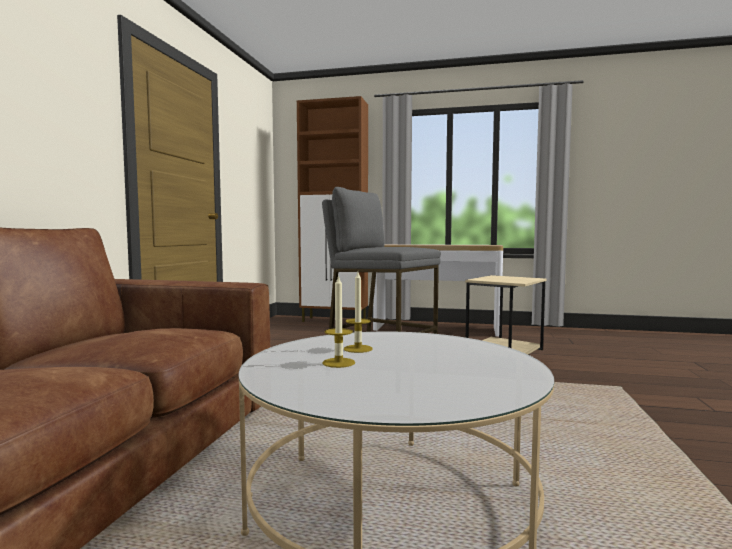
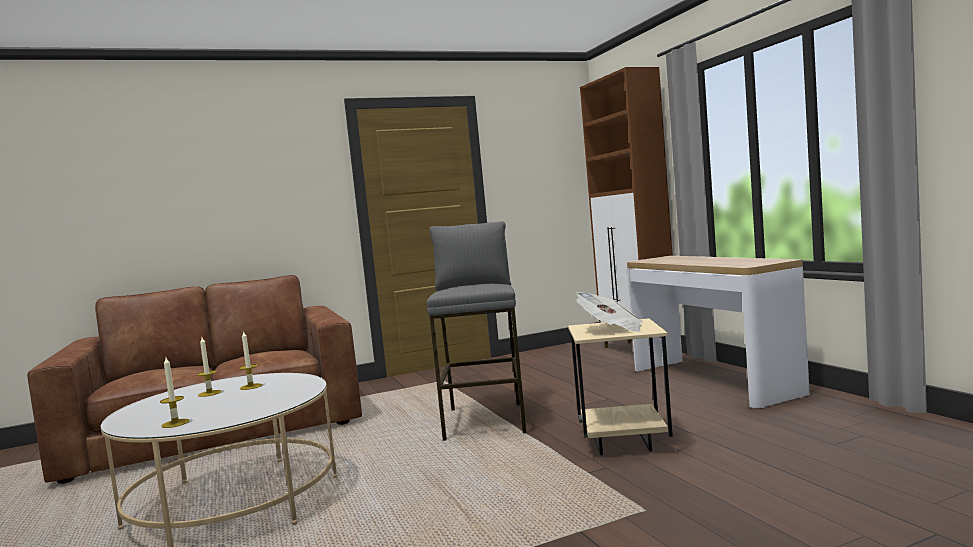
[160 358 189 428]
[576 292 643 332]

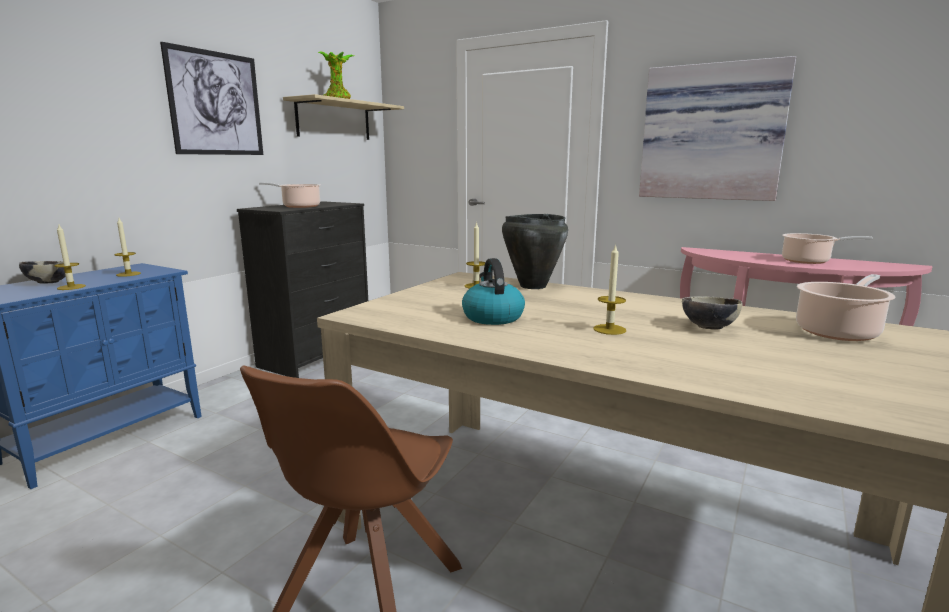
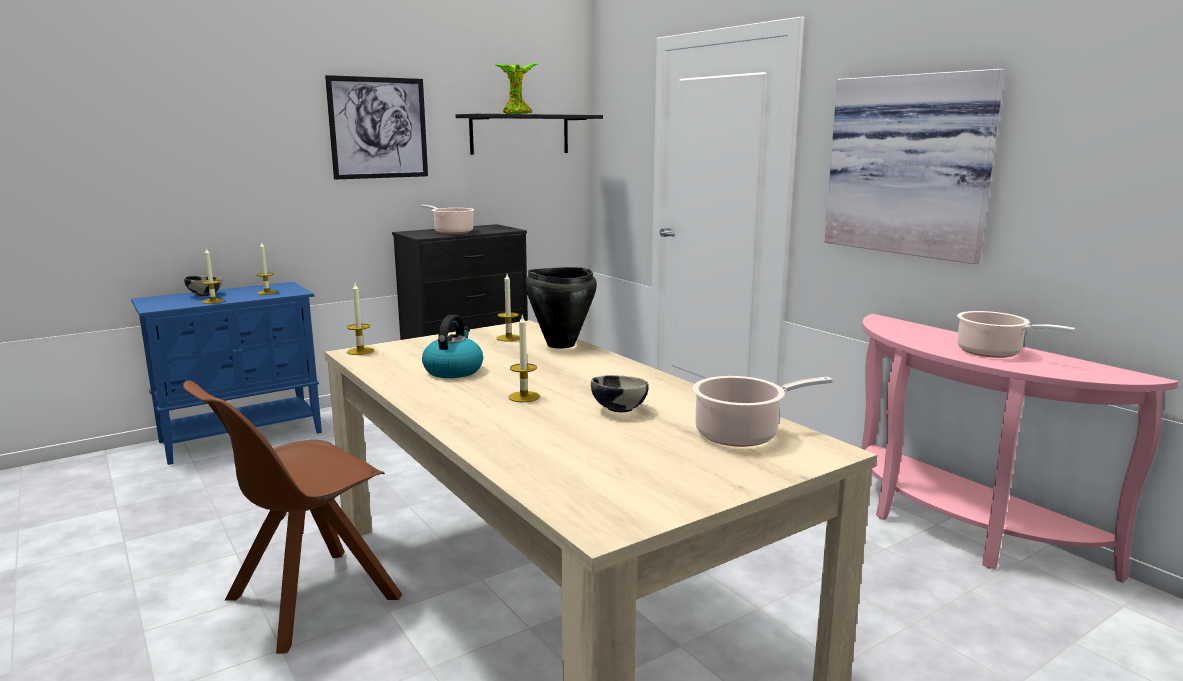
[455 114 603 155]
[347 283 374 355]

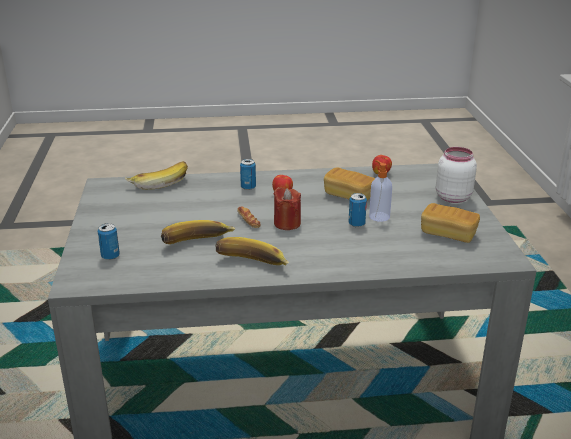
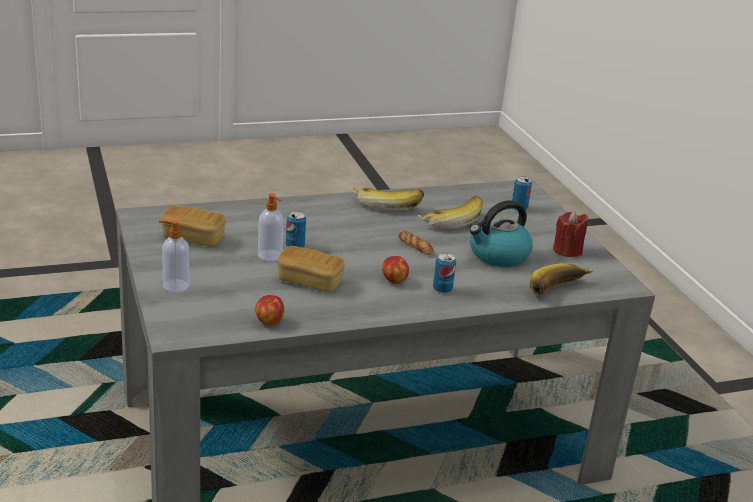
[553 211 588 257]
[159 220 189 292]
[469 200 533 267]

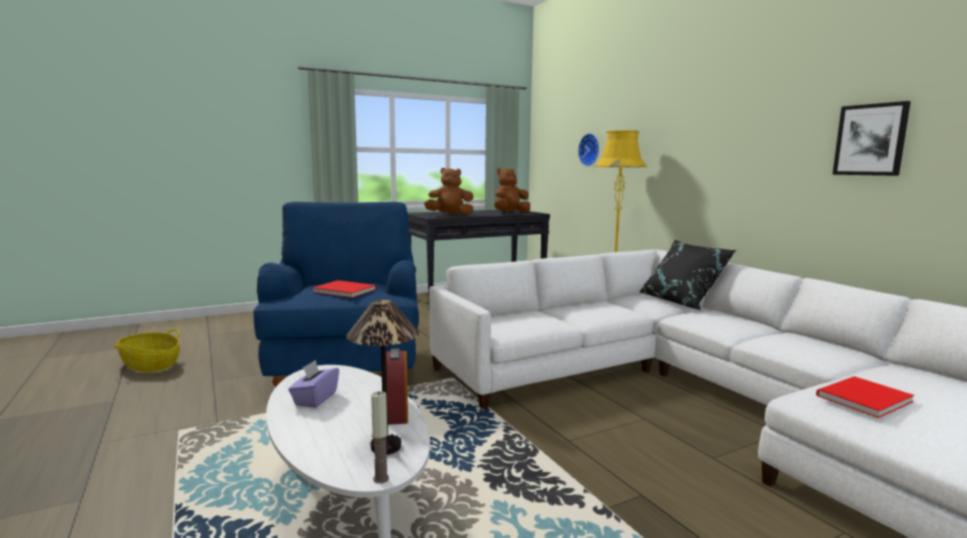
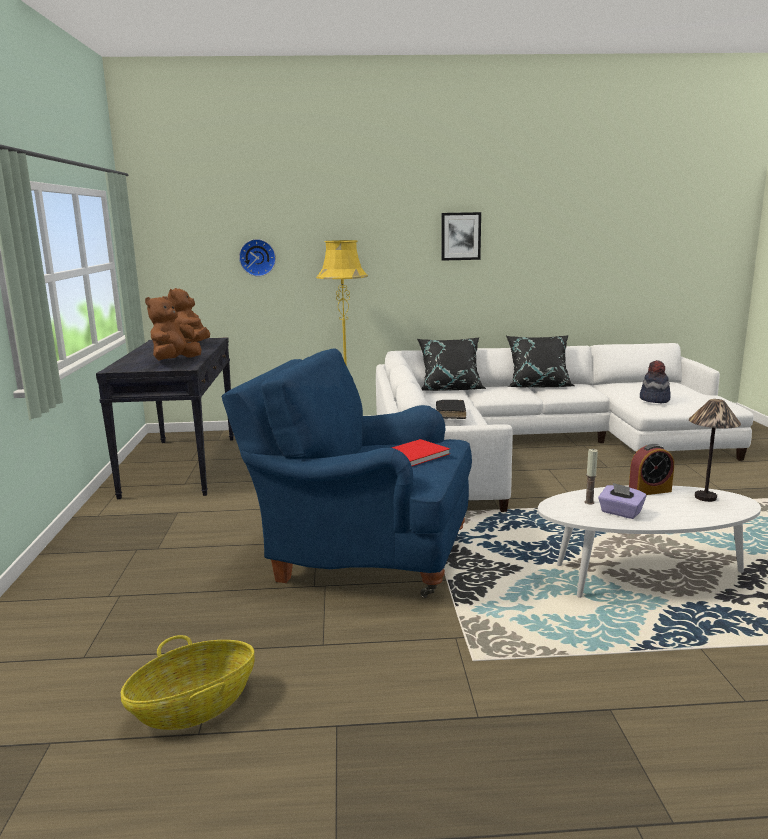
[585 449 598 504]
[629 444 674 495]
[640 360 670 403]
[441 212 481 261]
[436 400 466 419]
[506 335 574 387]

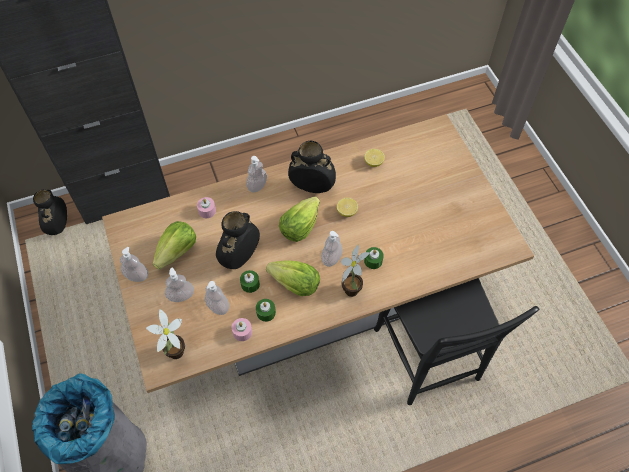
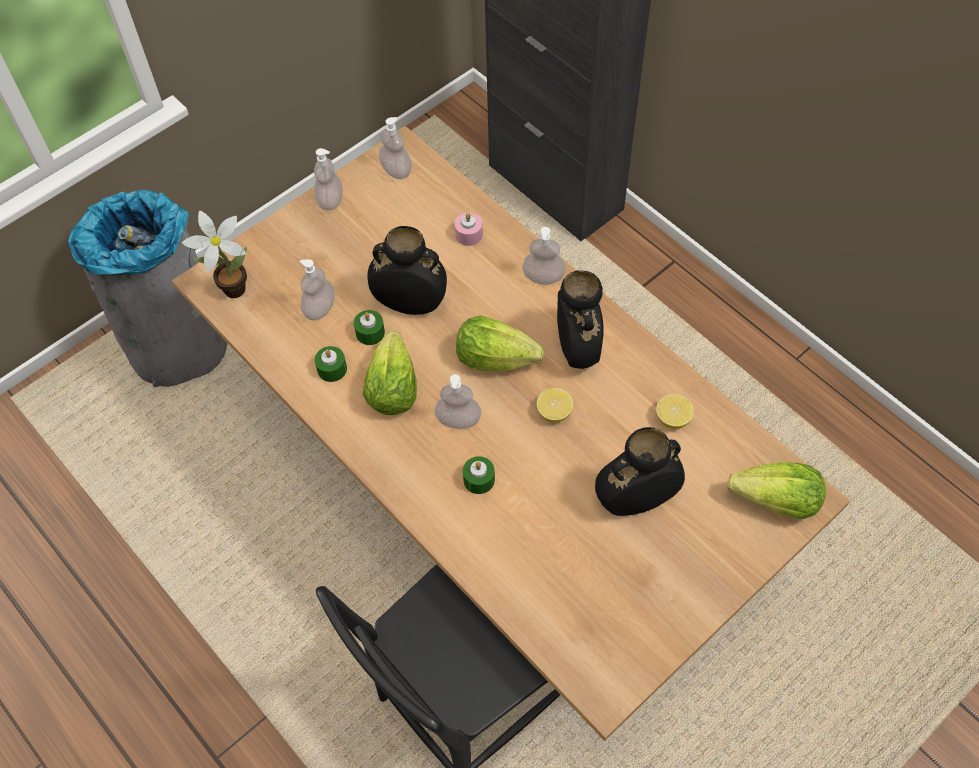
[595 427 685 516]
[727 462 826 519]
[379 117 412 179]
[232 318 252 341] (first image)
[341 245 370 297] (first image)

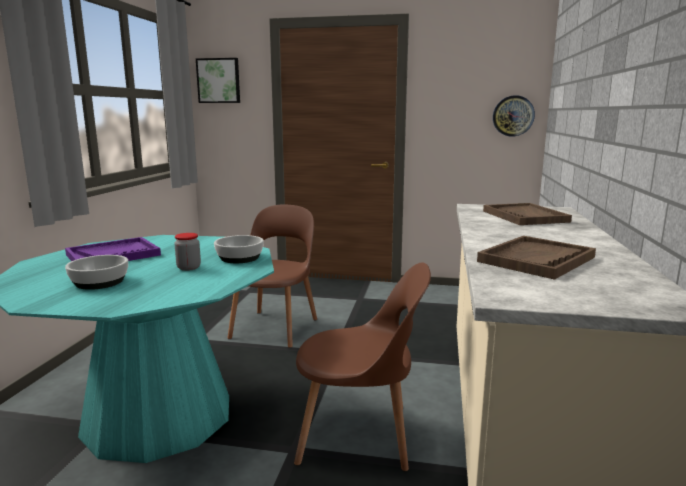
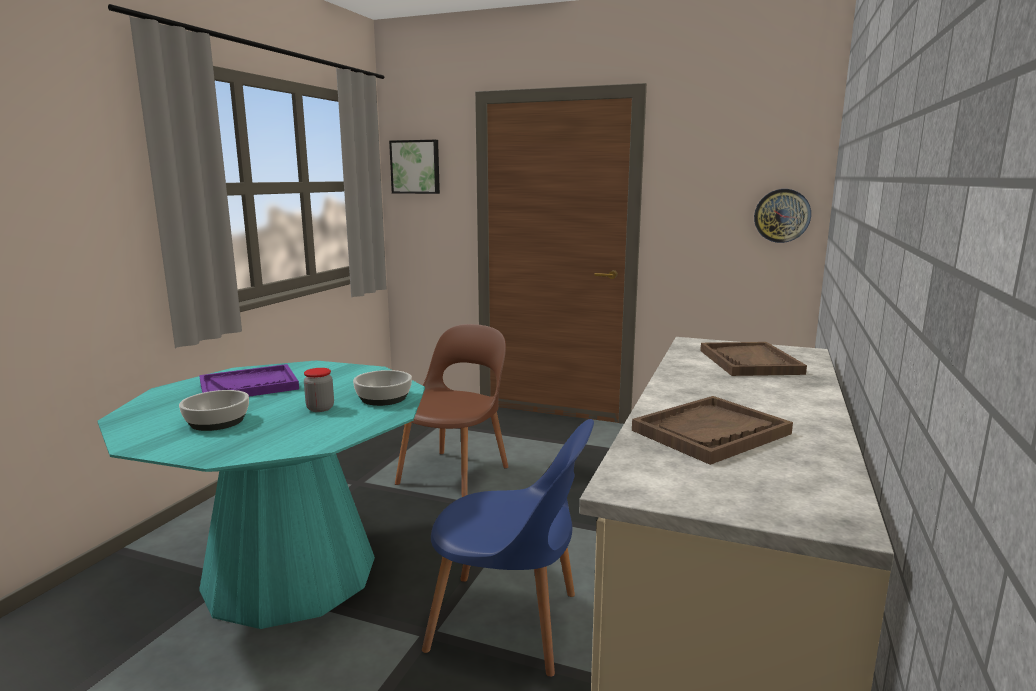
[422 419 594 677]

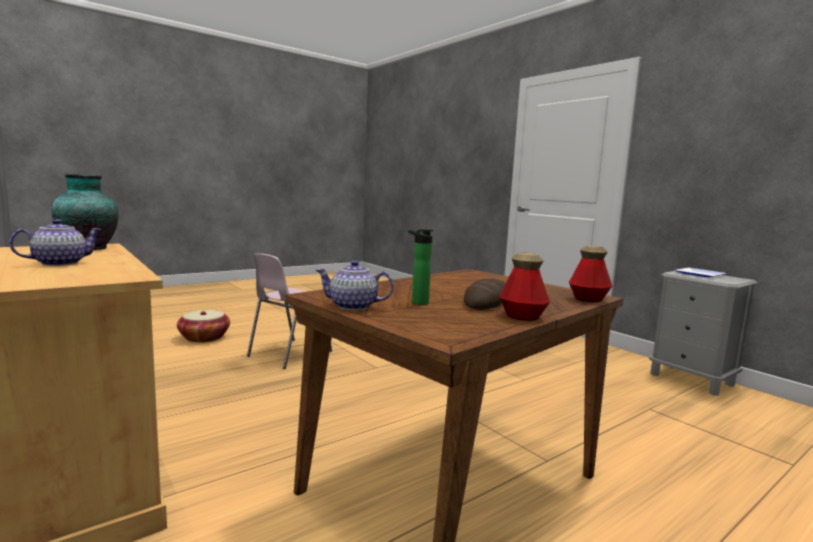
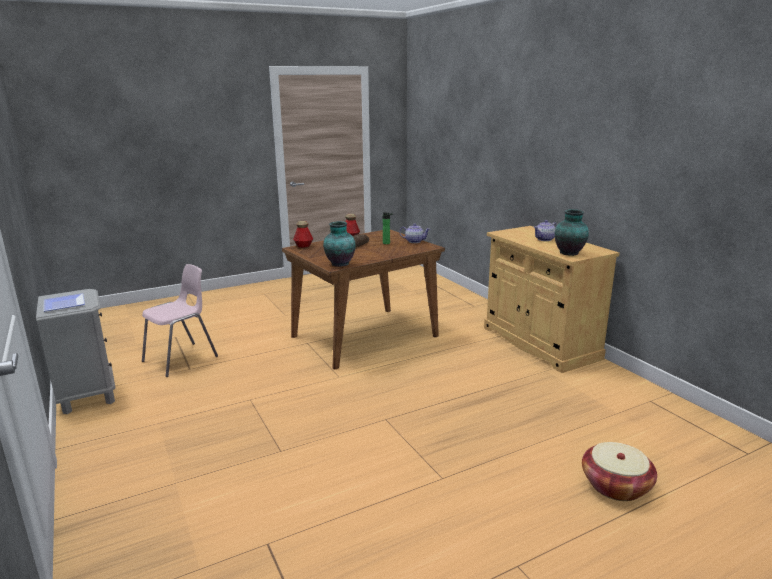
[142 264 218 377]
[323 221 356 267]

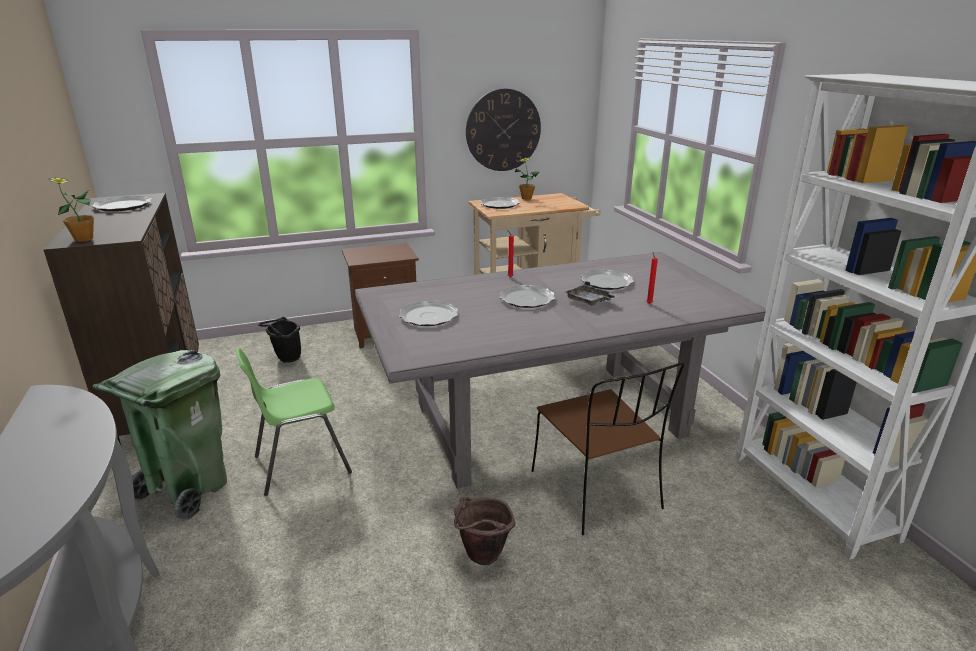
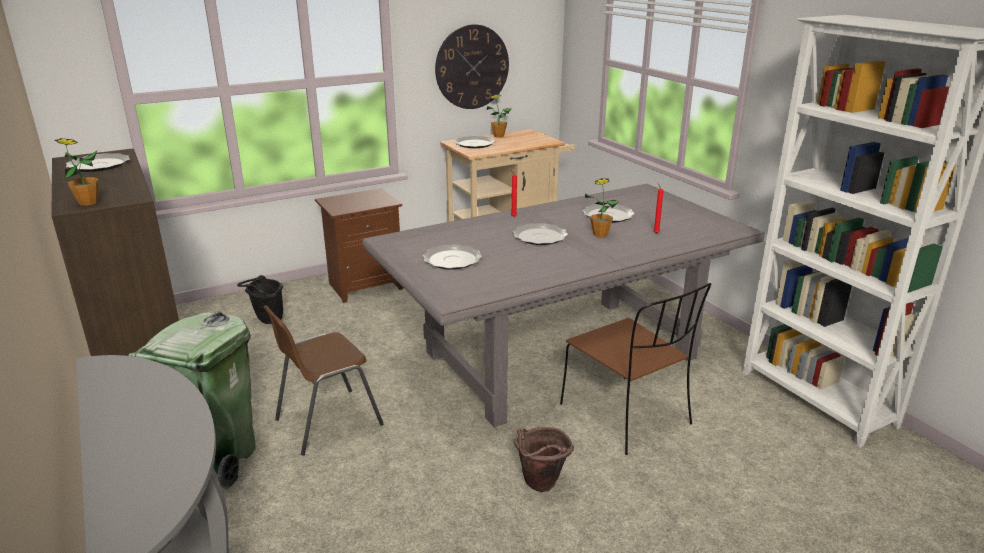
[263 305 384 455]
[585 178 619 237]

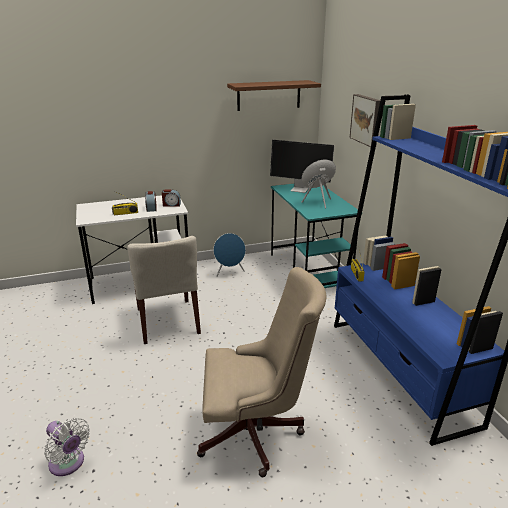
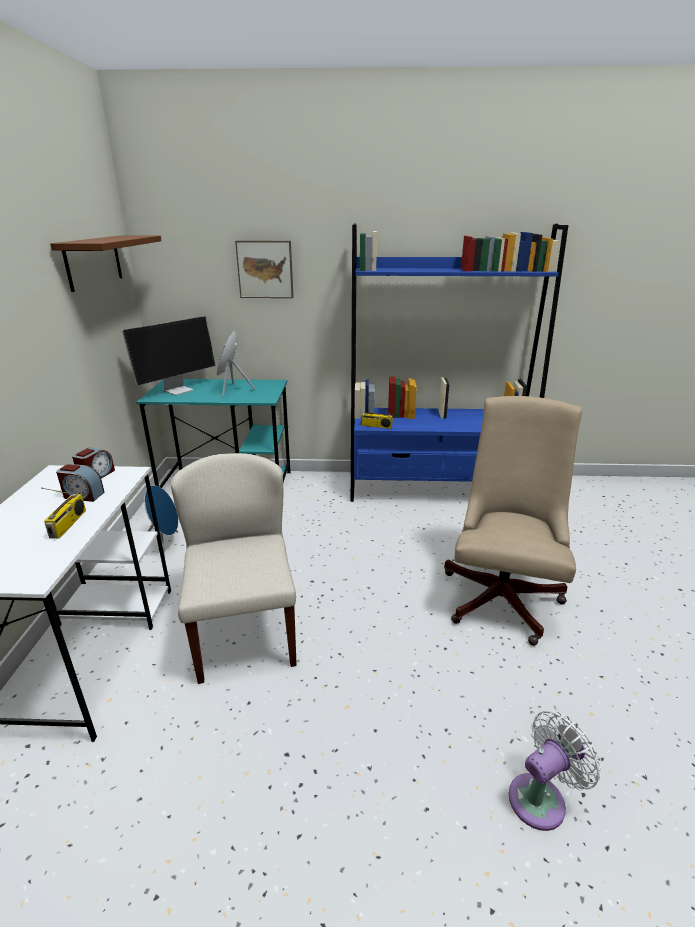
[170 453 297 684]

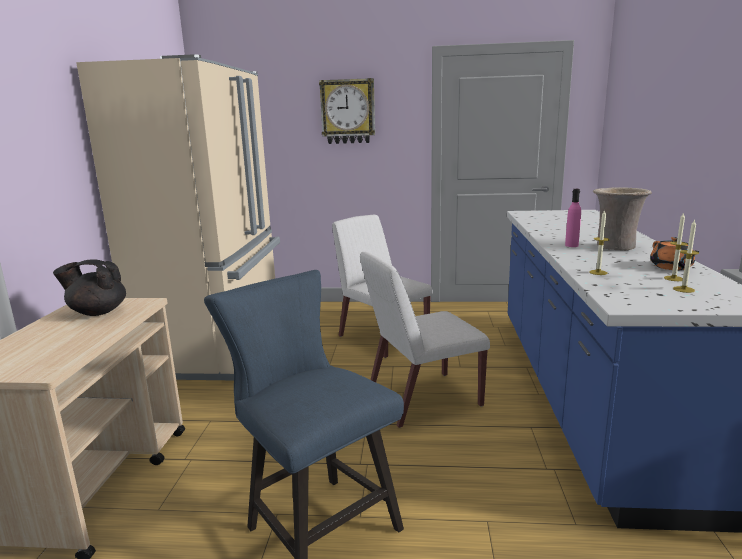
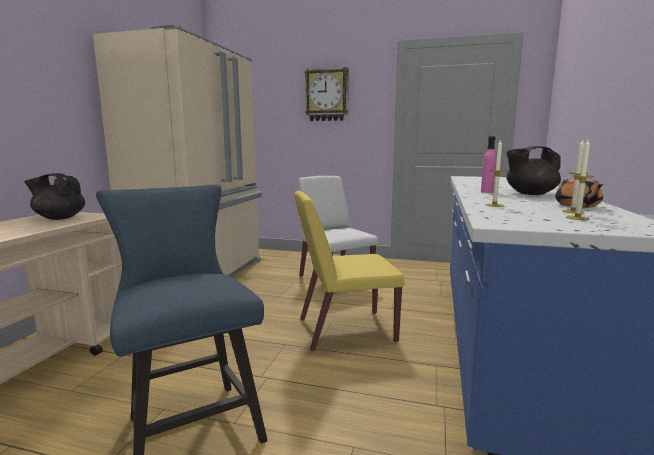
[294 191 405 351]
[507 146 561 195]

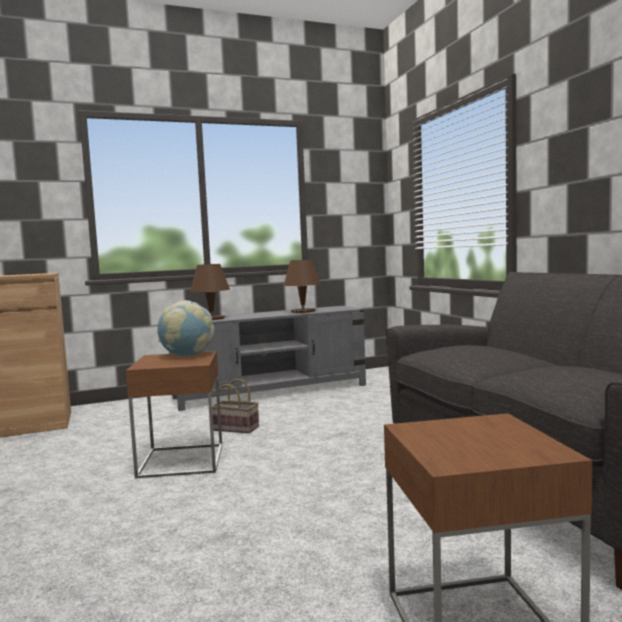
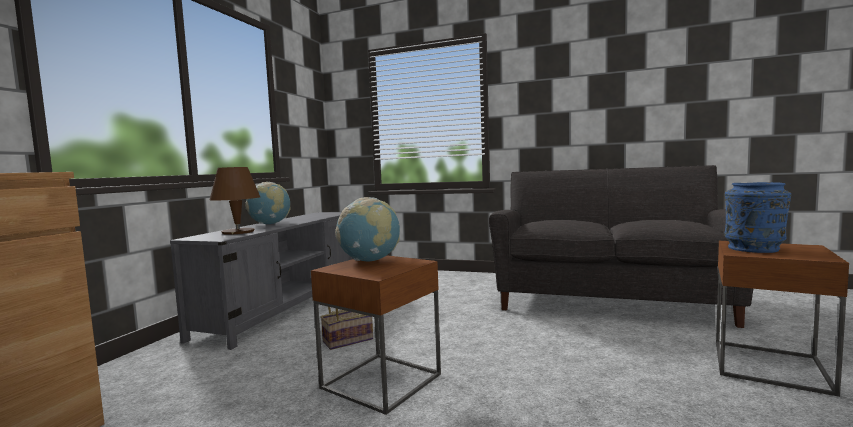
[284 260 320 313] (first image)
[245 182 290 224]
[724 182 791 253]

